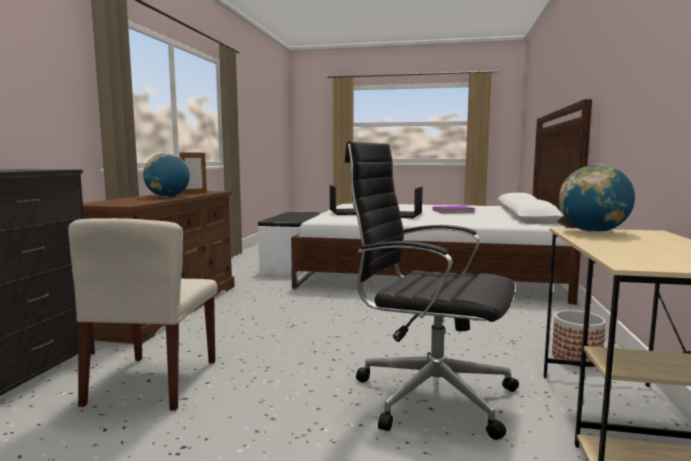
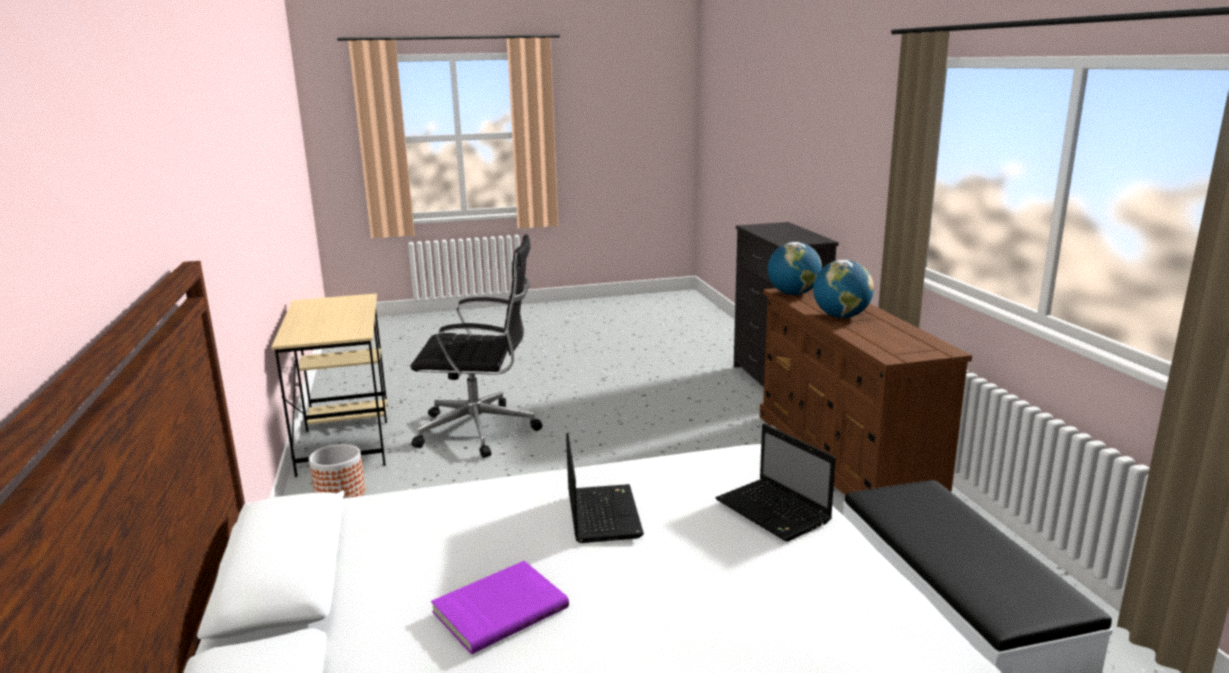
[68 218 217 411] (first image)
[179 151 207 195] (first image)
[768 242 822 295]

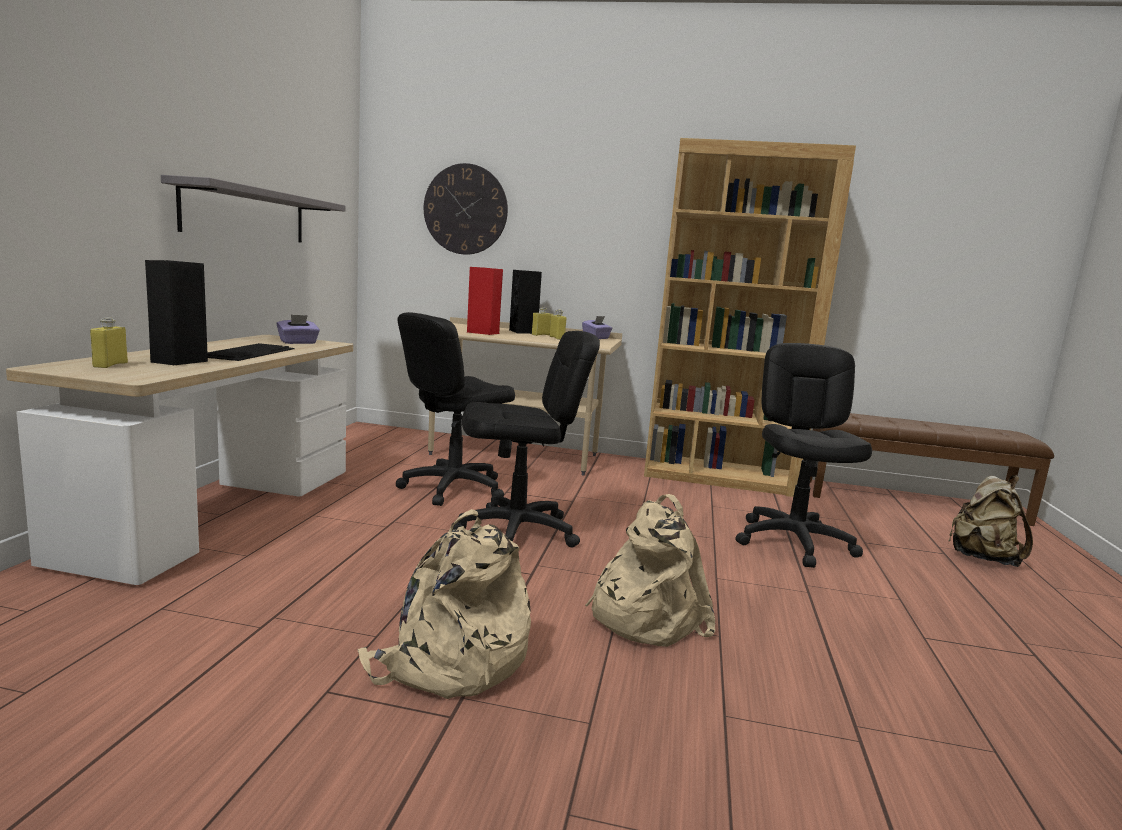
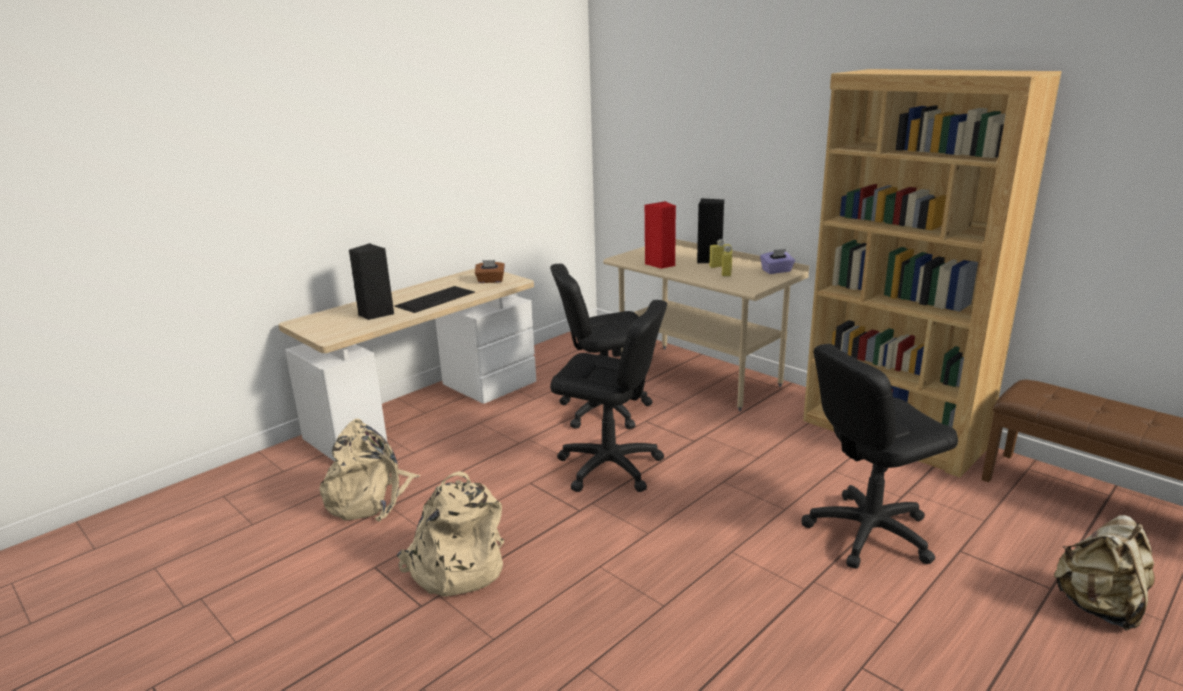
[90 317 128 368] (first image)
[161 175 346 243] (first image)
[475 260 505 283]
[424 163 508 255] (first image)
[319 418 420 522]
[802 344 958 569]

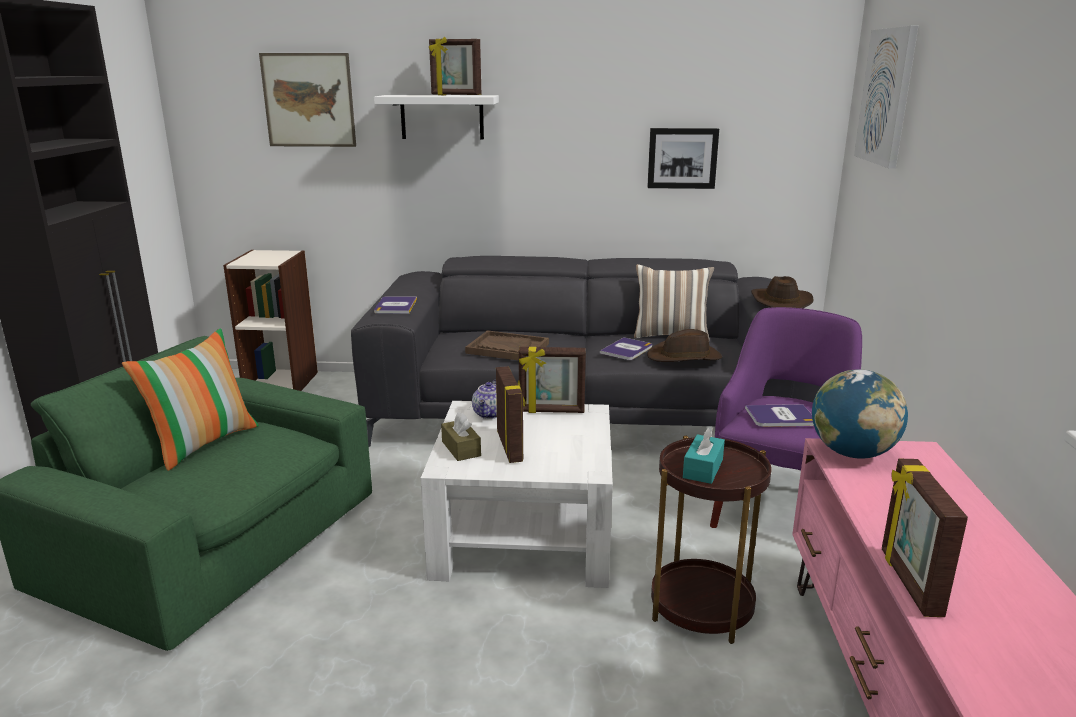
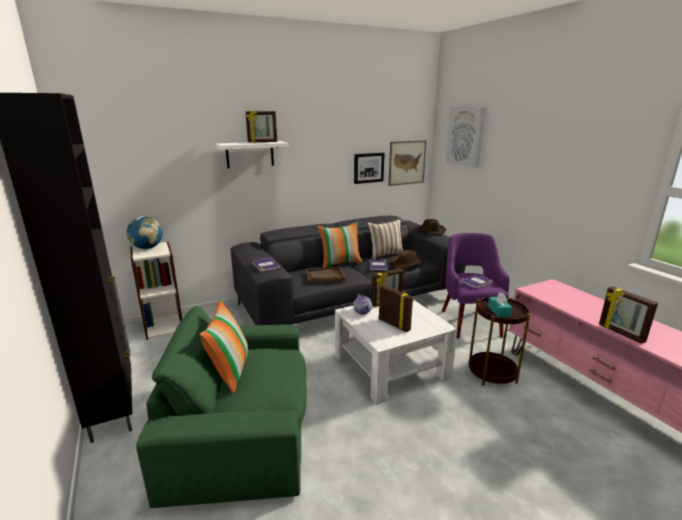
[389 140 426 186]
[441 412 481 461] (first image)
[127 216 163 249]
[318 222 363 268]

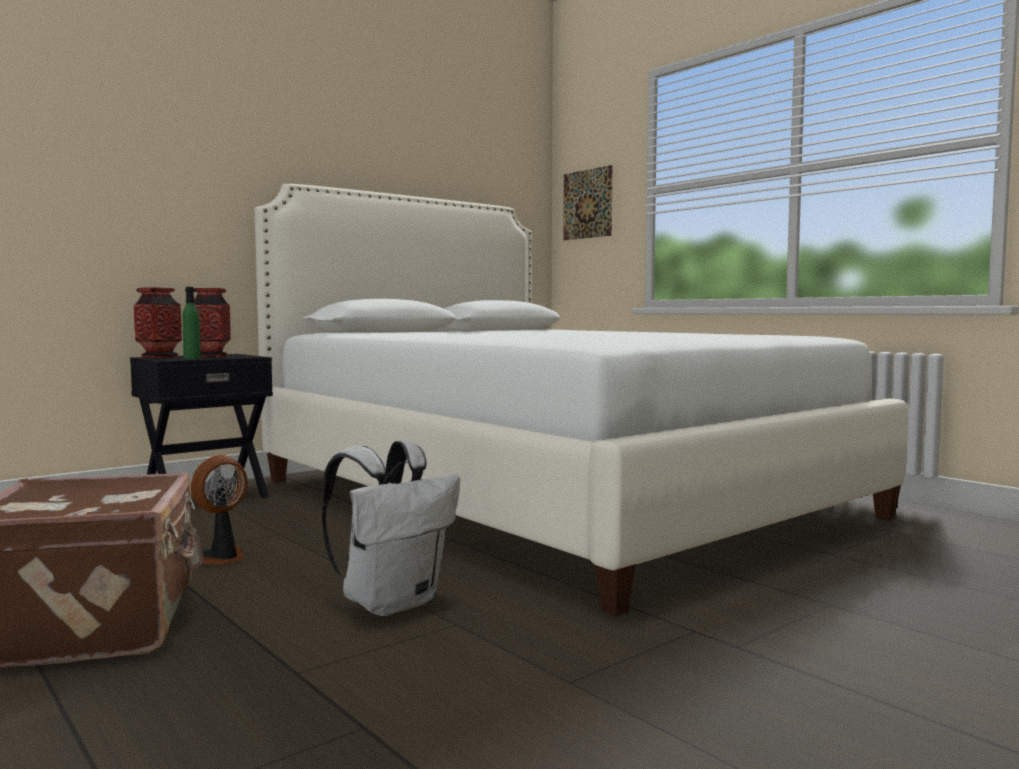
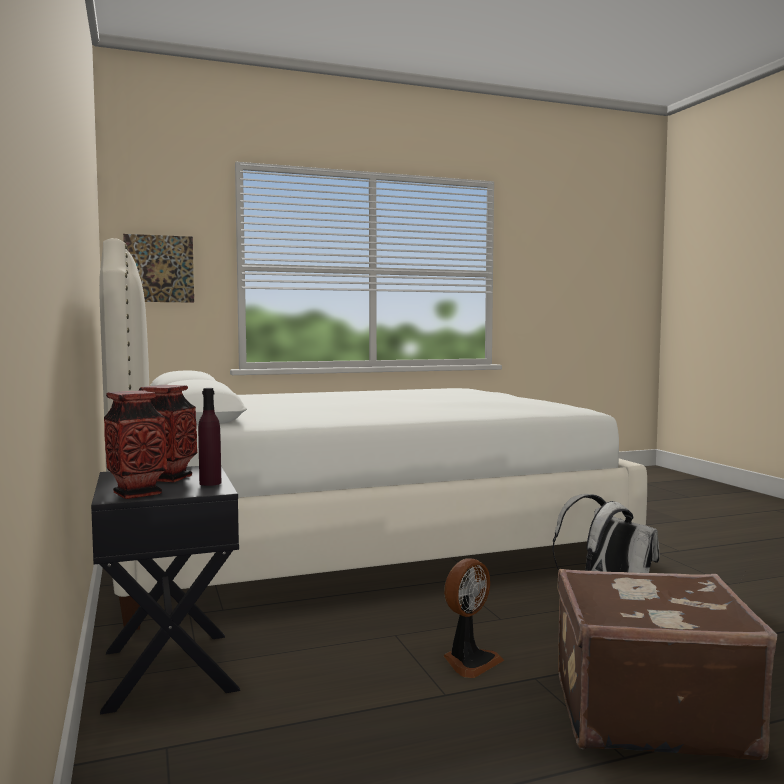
[198 388 221 486]
[444 559 504 678]

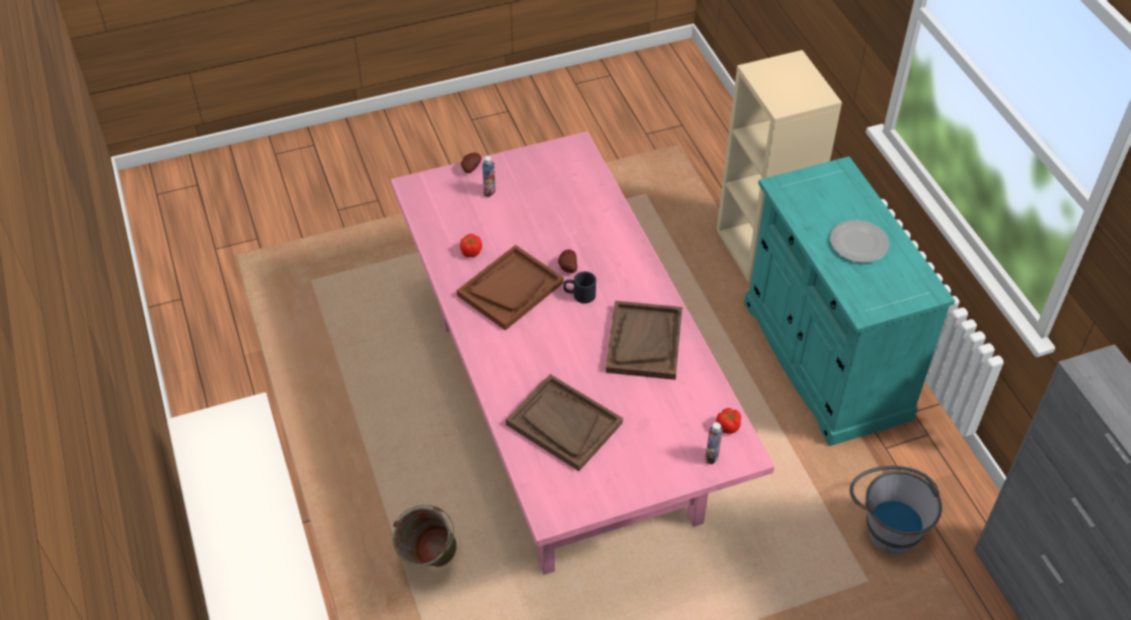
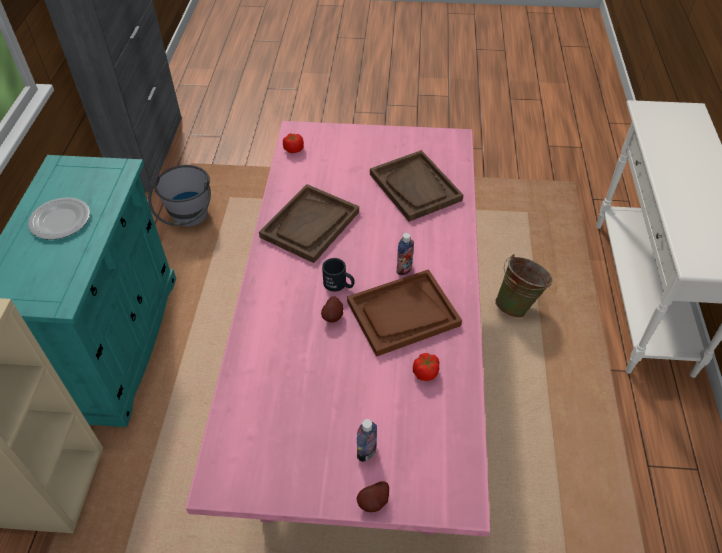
[397 233 414 276]

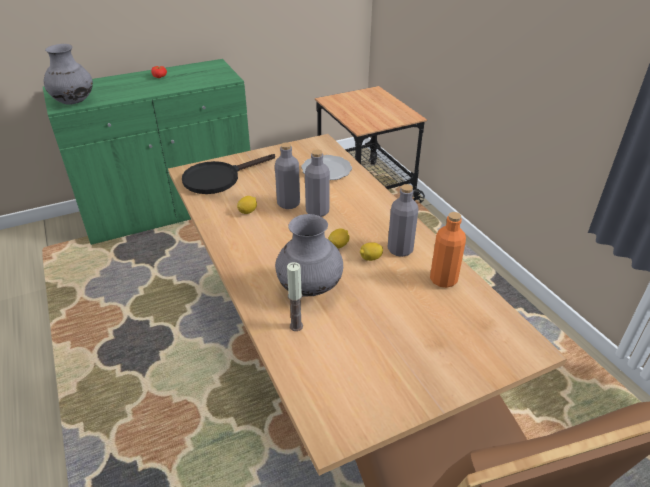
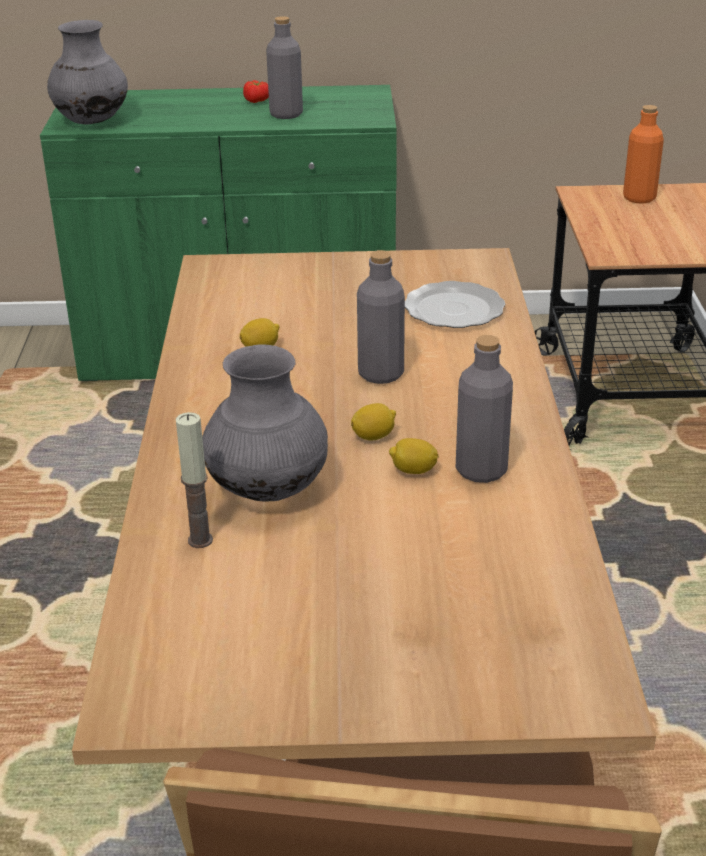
[182 154 275 194] (first image)
[266 16 303 119]
[623 105 664 204]

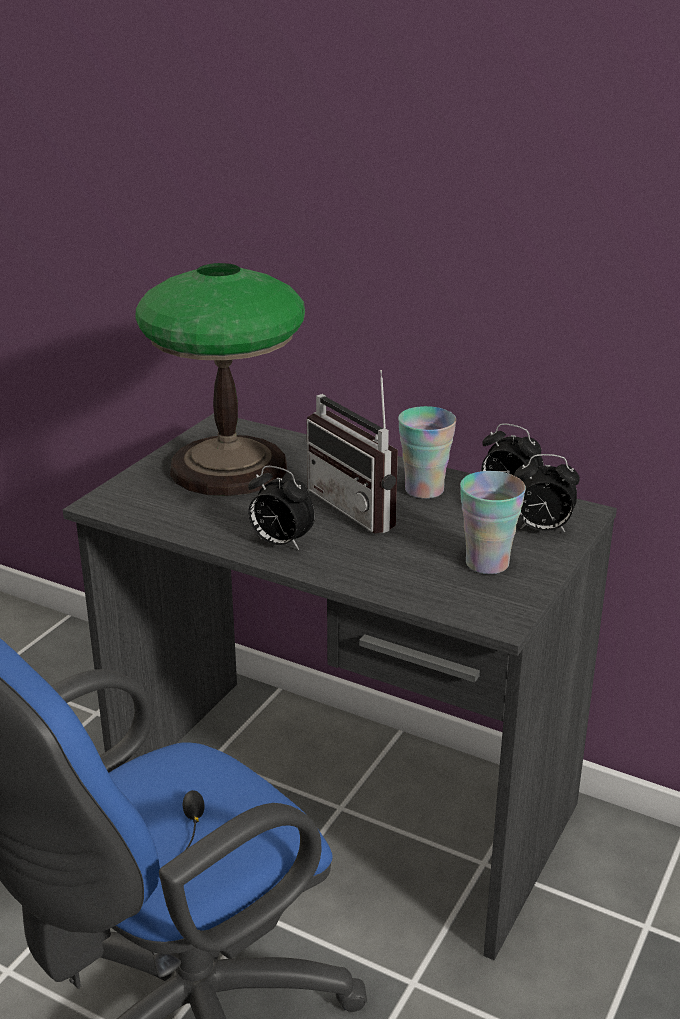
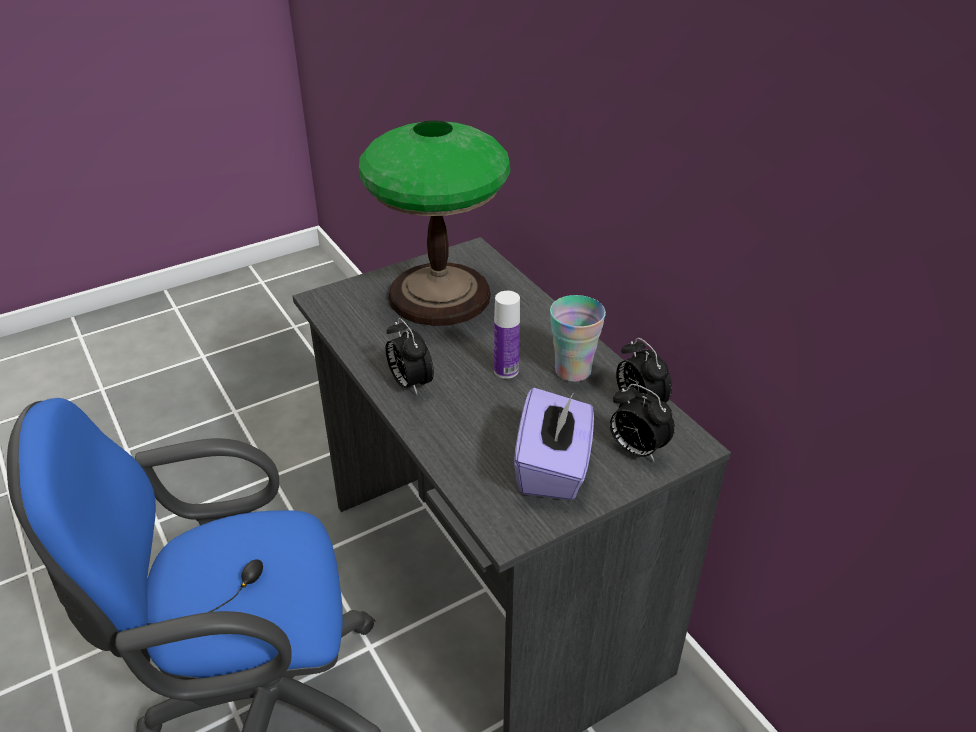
[494 291 520 379]
[514 388 594 500]

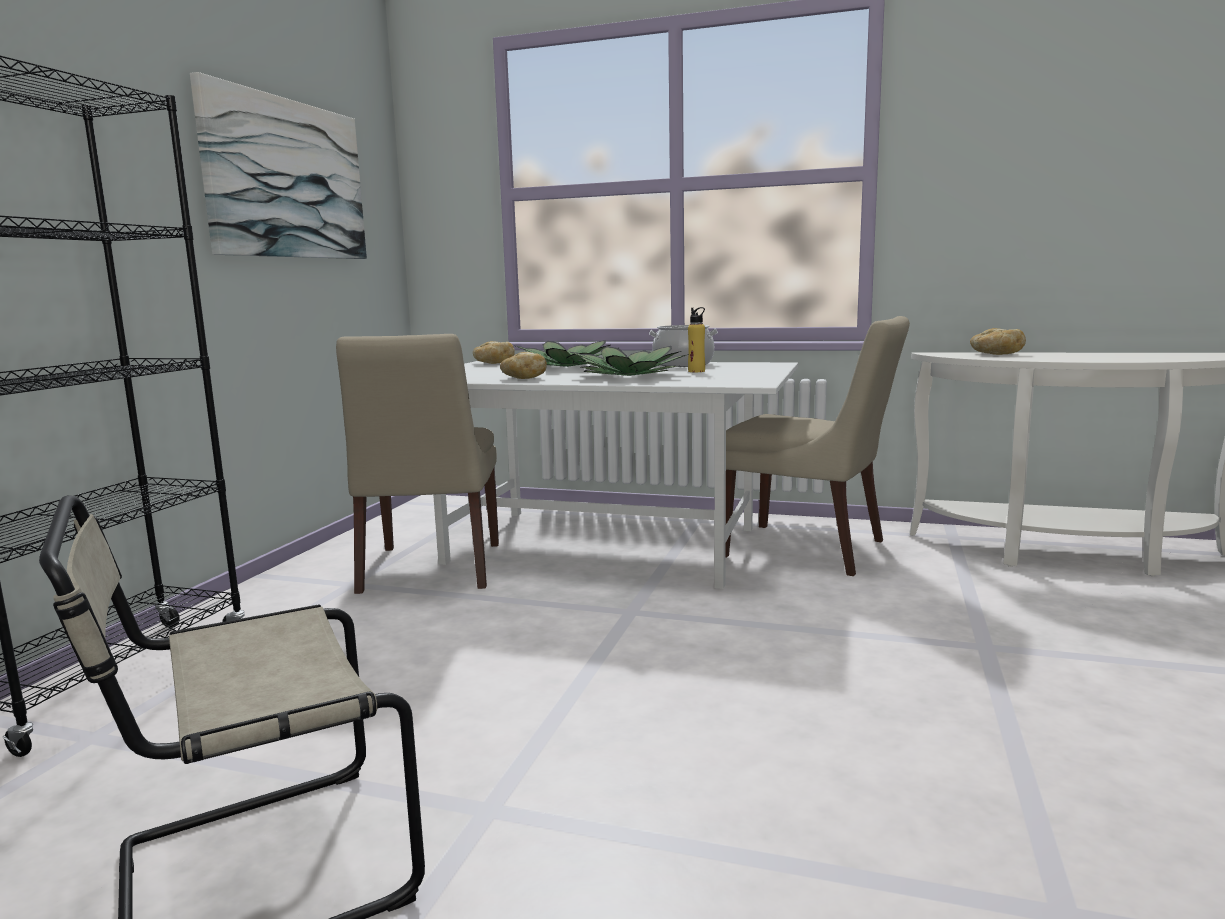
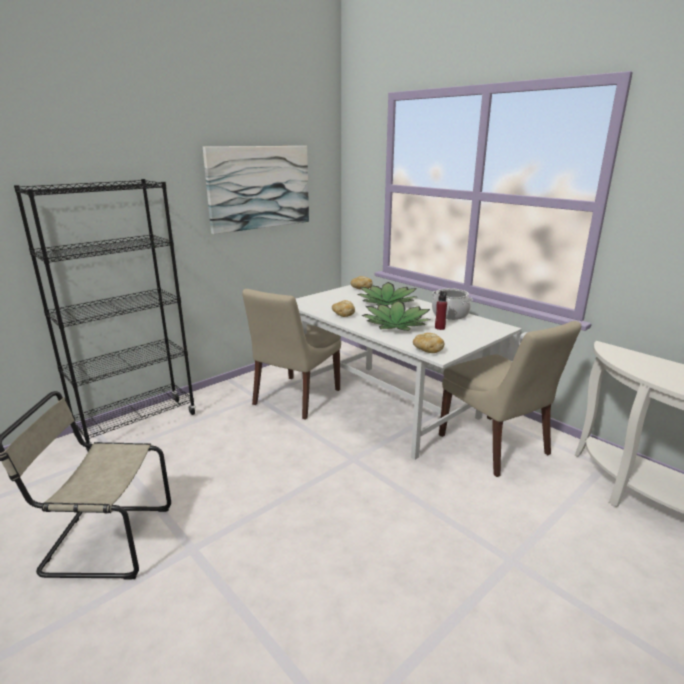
[435 291 447 330]
[413 333 444 353]

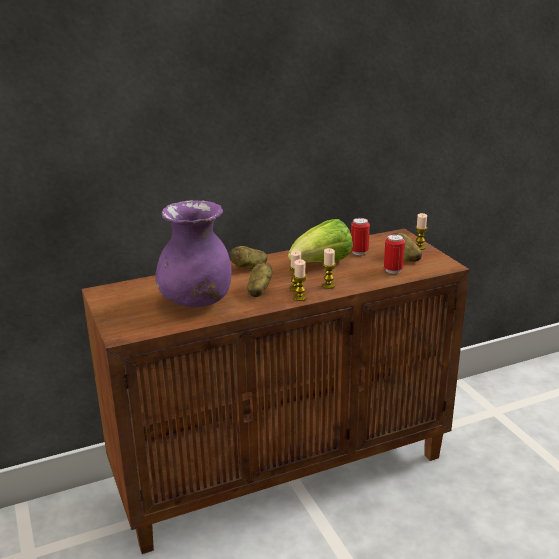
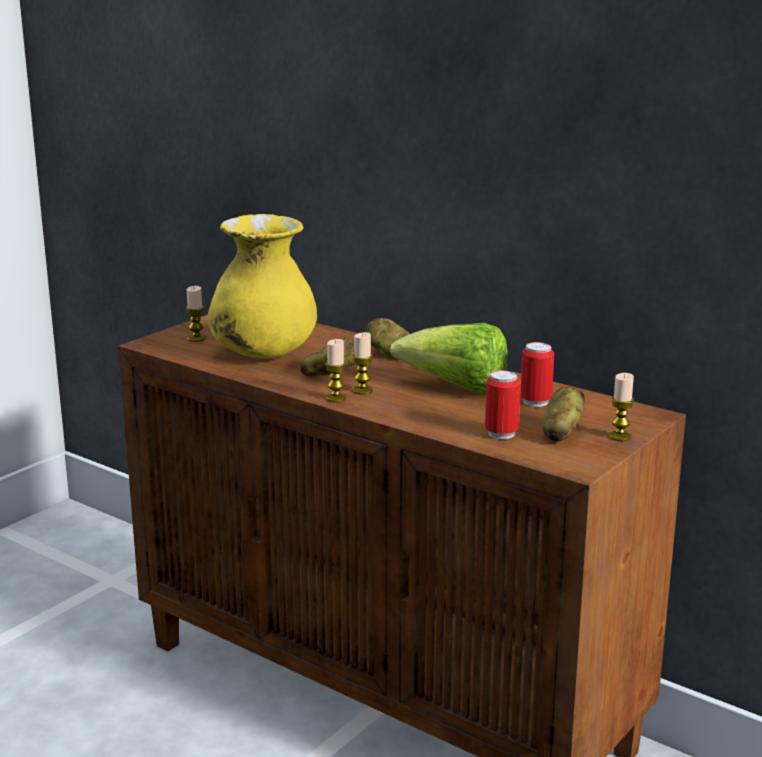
[208 214 317 359]
[186 286 206 342]

